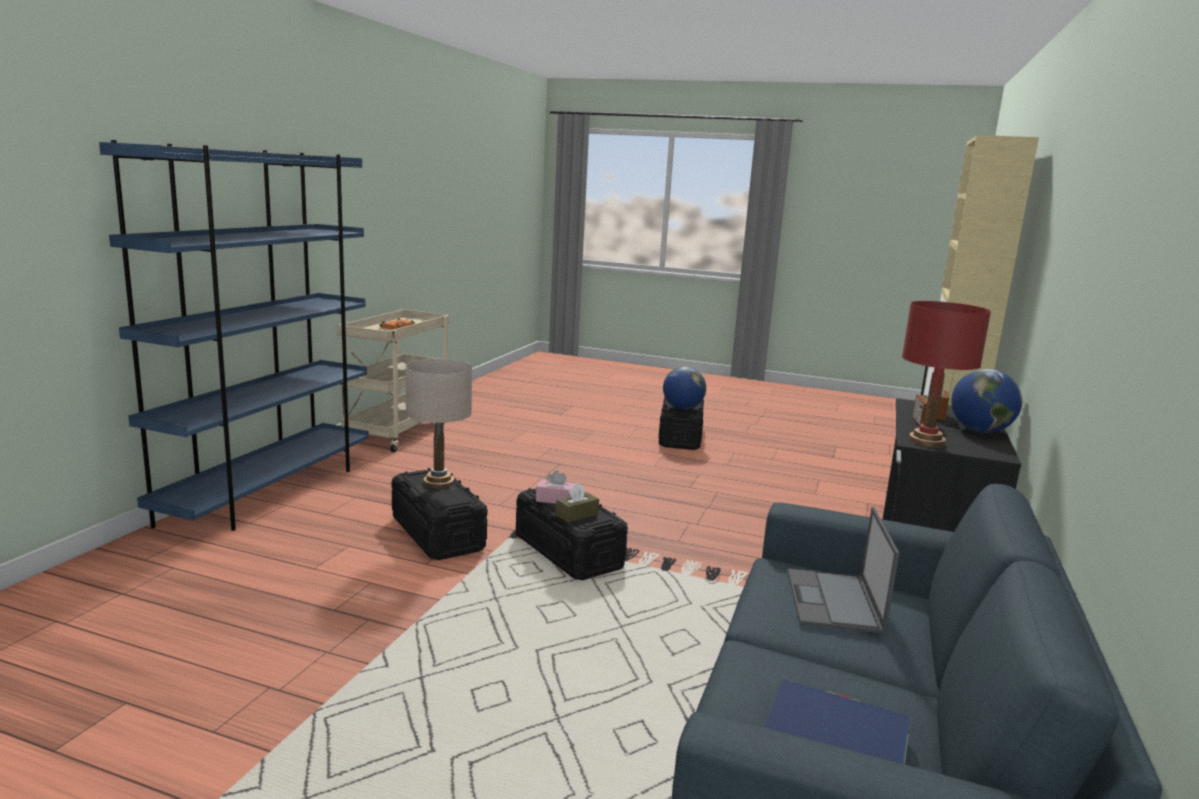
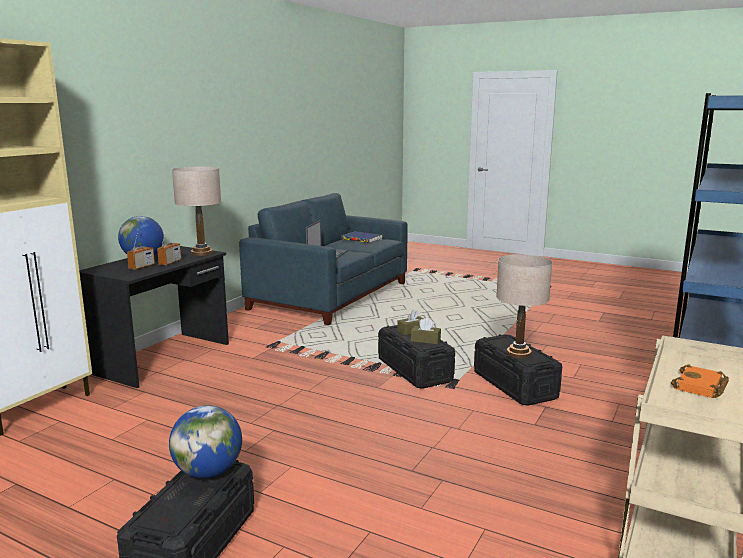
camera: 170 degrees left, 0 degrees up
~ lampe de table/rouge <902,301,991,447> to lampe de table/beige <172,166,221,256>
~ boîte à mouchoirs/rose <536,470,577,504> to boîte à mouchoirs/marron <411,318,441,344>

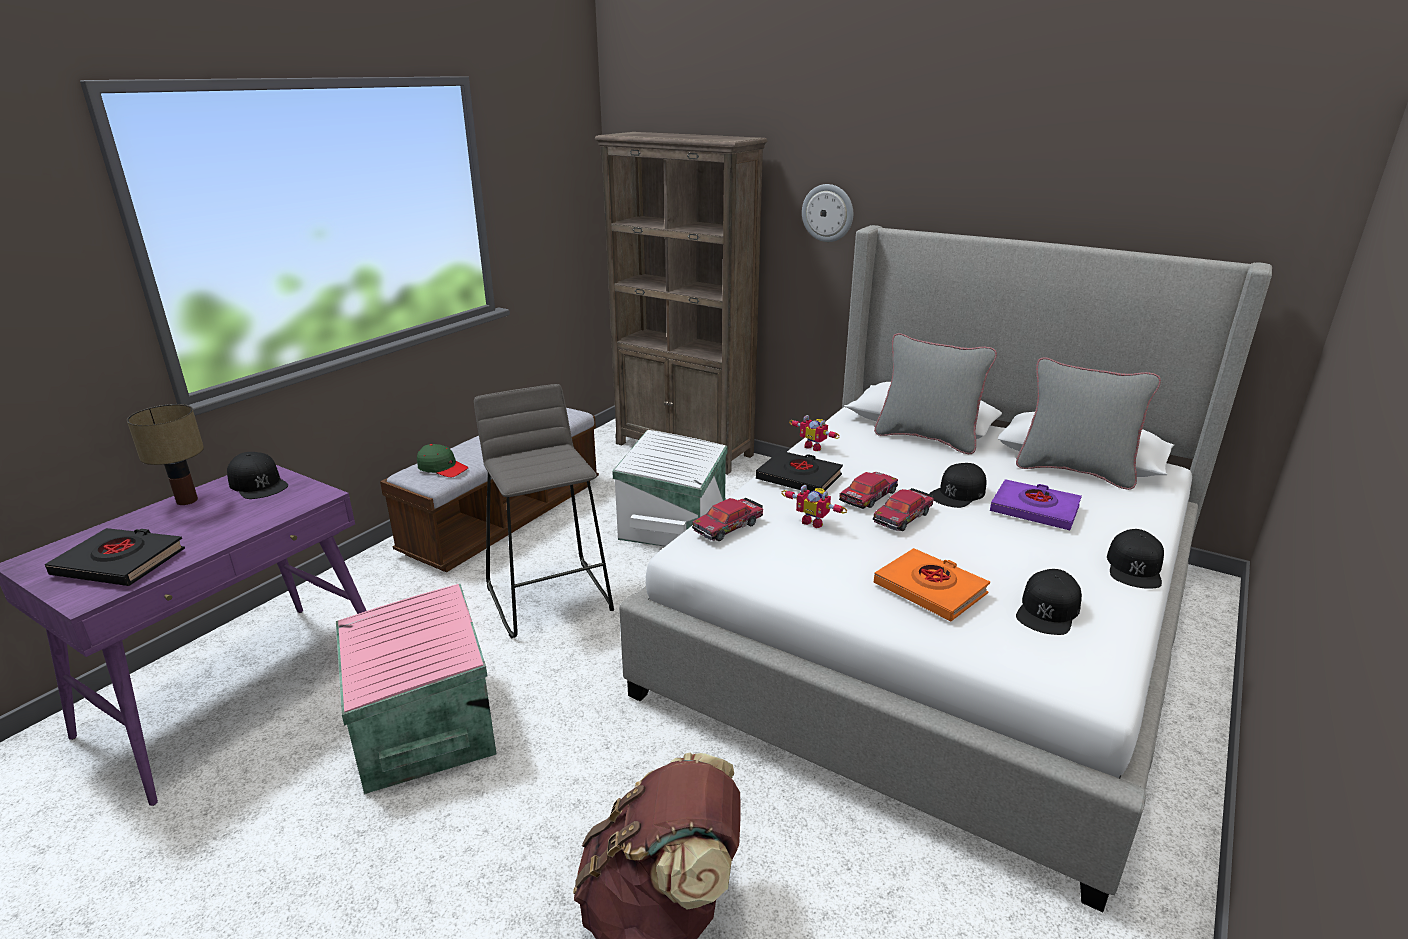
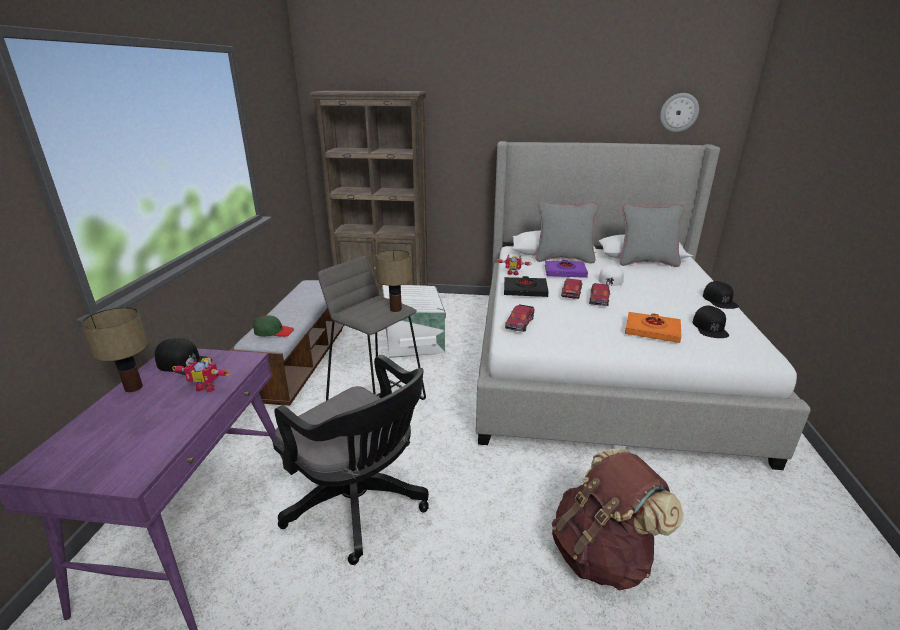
camera: 25 degrees left, 0 degrees up
~ robot jouet <781,485,847,528> to <172,358,231,392>
~ boîte de rangement/rose <336,584,497,794> to chaise de bureau/noir <273,355,429,565>
+ lampe de table <376,250,411,312>
~ livre/violet <990,479,1082,530> to <545,260,588,278>
~ casquette/noir <929,463,986,508> to casquette/blanc <598,265,624,290>
~ horloge murale <802,184,853,242> to <660,93,699,132>
- livre/noir <45,528,185,586>

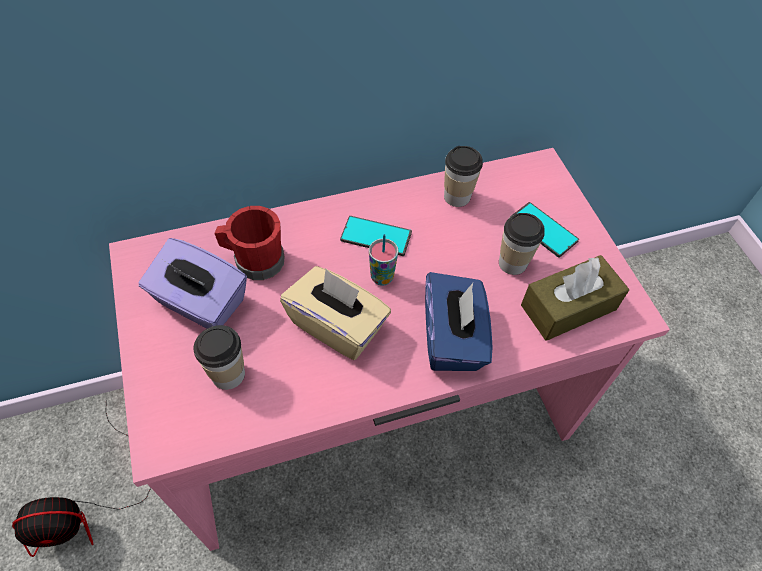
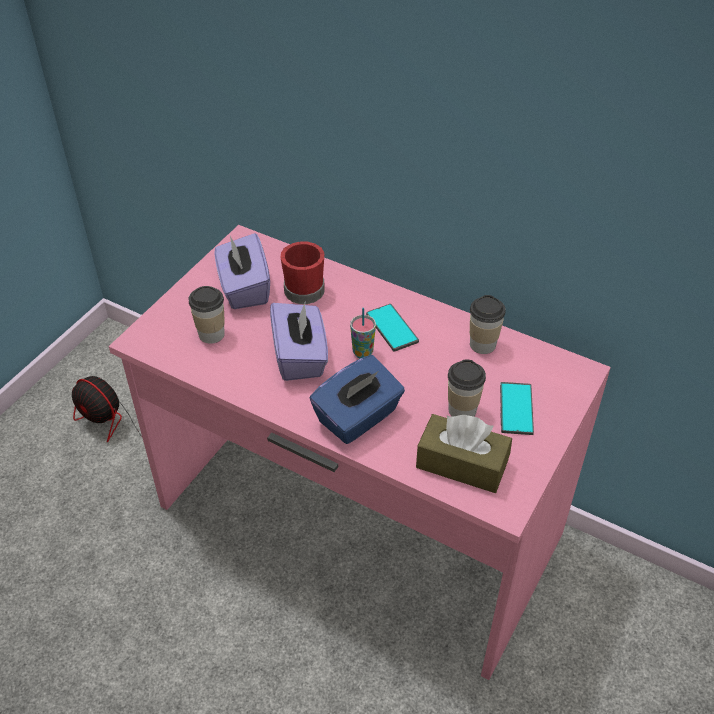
camera: 50 degrees right, 10 degrees down
~ boîte à mouchoirs/beige <280,266,391,360> to boîte à mouchoirs/violet <270,301,328,381>

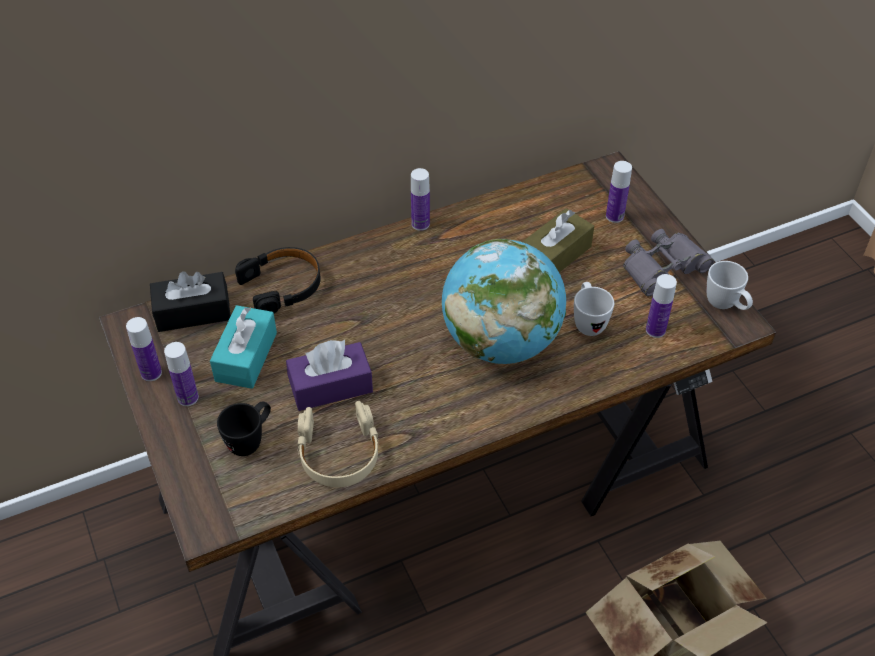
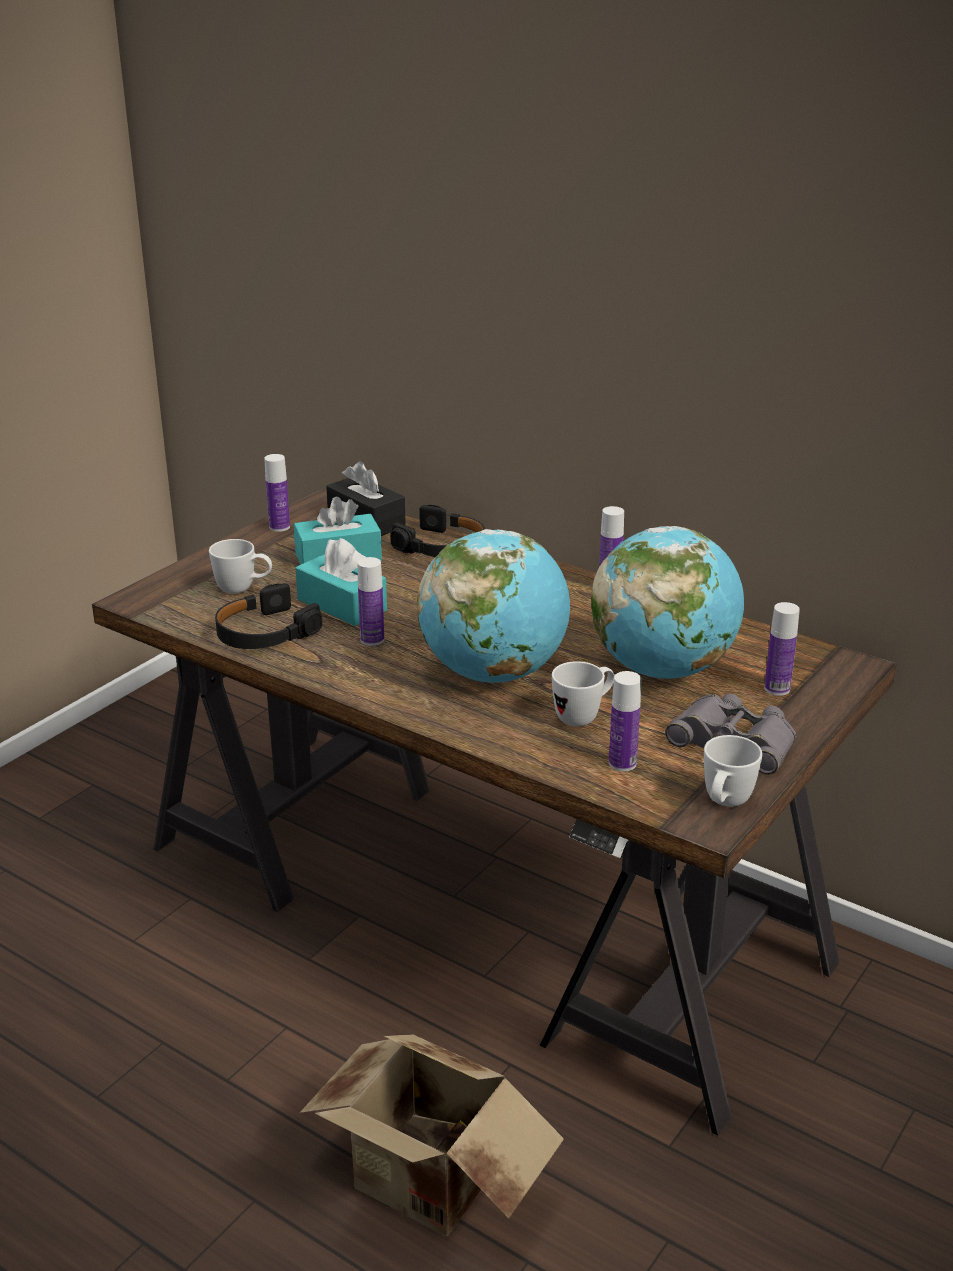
camera: 60 degrees right, 20 degrees down
~ mug/noir <217,401,271,456> to mug/blanc <209,539,272,594>
~ casque audio/beige <298,401,379,487> to casque audio/noir <215,583,322,649>
~ boîte à mouchoirs/violet <286,340,373,411> to boîte à mouchoirs/turquoise <296,538,387,626>
~ bouteille <164,342,199,406> to <357,557,384,646>
~ boîte à mouchoirs/marron <523,208,594,273> to globe <591,526,744,679>

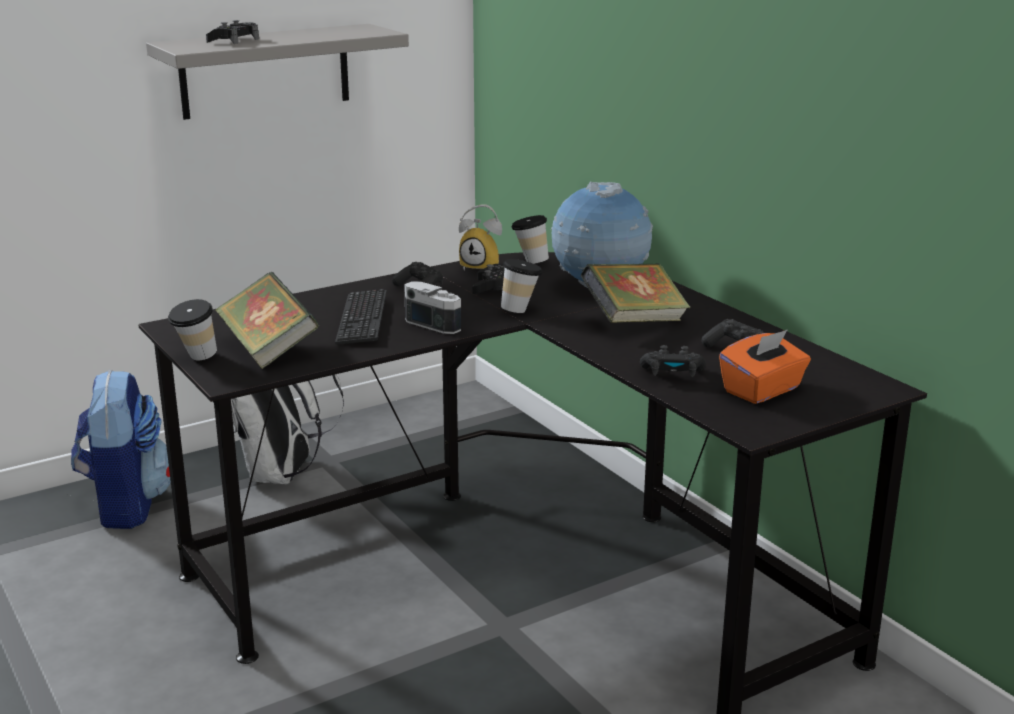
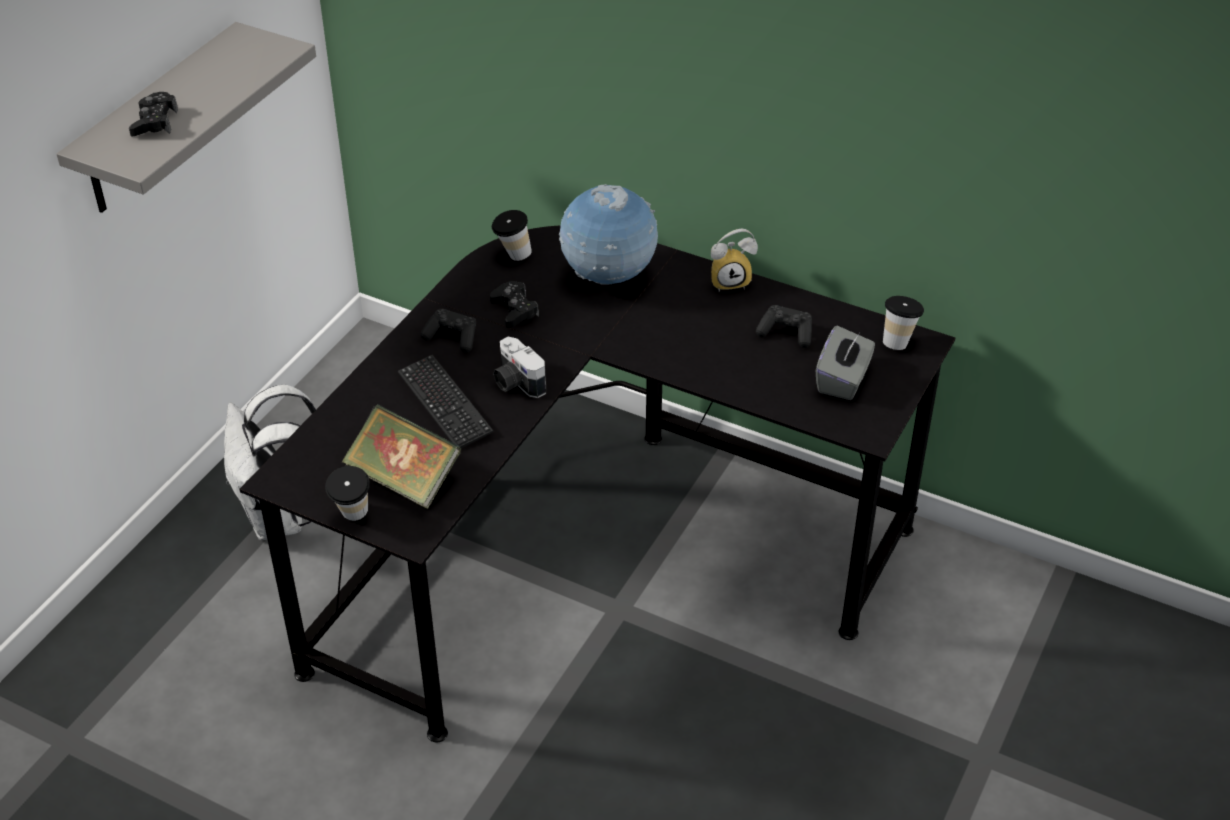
camera: 30 degrees left, 20 degrees up
~ appareil photo <404,281,461,334> = <493,336,546,398> 135 degrees counterclockwise
~ réveil <459,204,502,271> to <711,229,758,292>
~ boîte à mouchoirs/orange <719,329,811,404> to boîte à mouchoirs/gris <816,326,875,400>
~ tasse <501,259,543,313> to <883,296,924,350>
- sac à dos <71,370,171,529>
- livre <581,263,690,323>
- manette/noir <640,345,706,377>

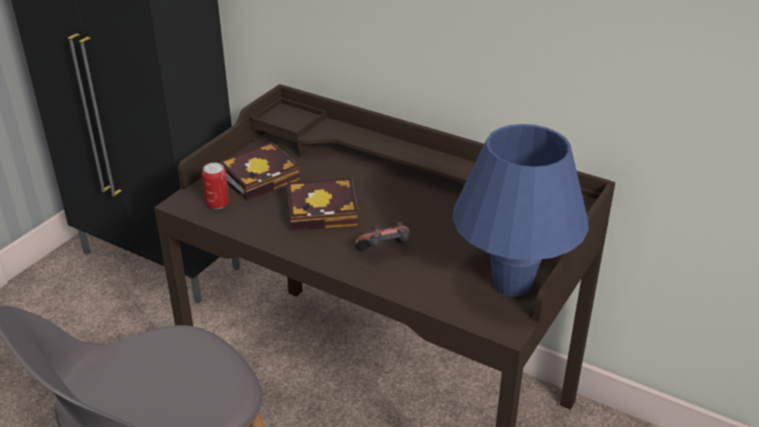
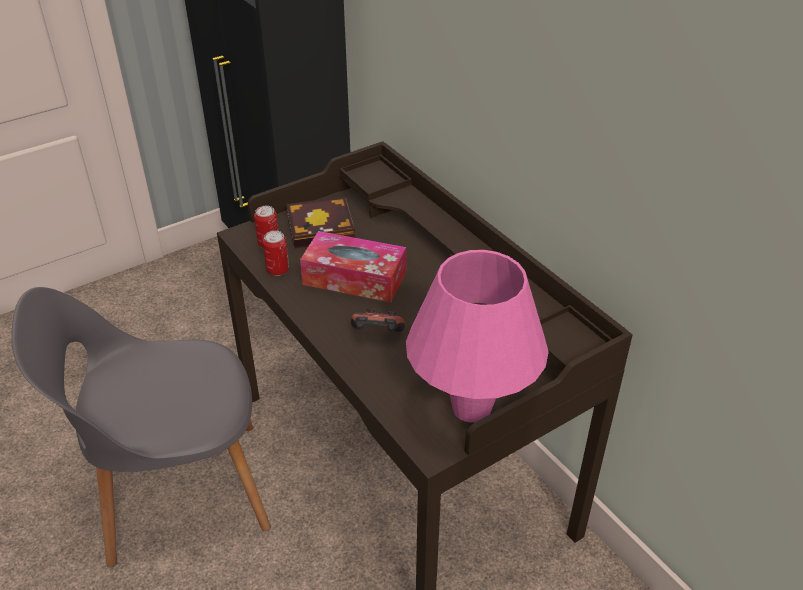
camera: 25 degrees right, 5 degrees up
+ boîte métallique <263,231,289,276>
~ livre <287,178,358,231> to boîte à mouchoirs <300,231,406,303>
~ lampe de table/bleu <452,124,589,297> to lampe de table/rose <406,250,549,423>

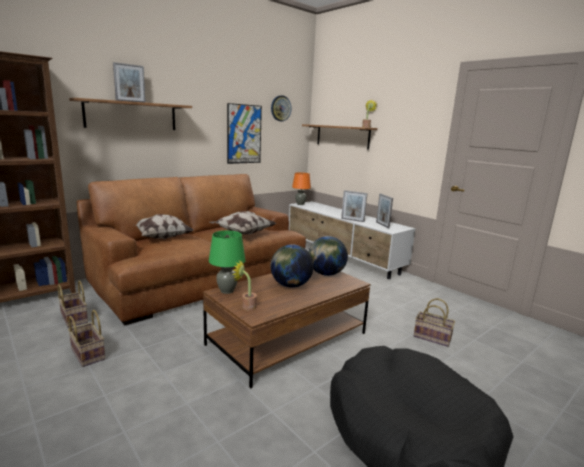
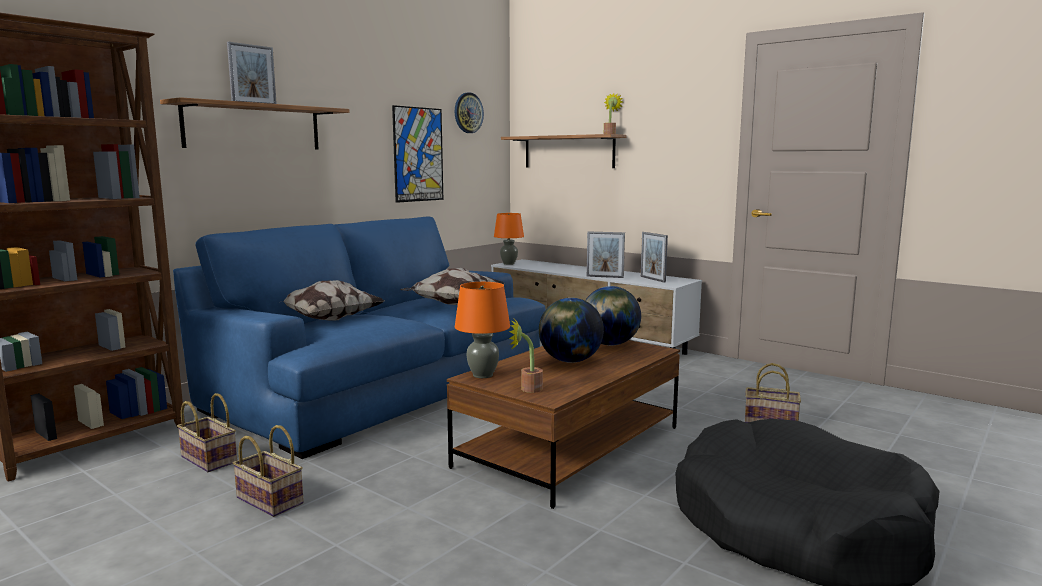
camera: 10 degrees left, 5 degrees down
~ canapé/marron <77,174,306,326> to canapé/bleu <173,217,546,459>
~ lampe de table/vert <209,230,245,294> to lampe de table/orange <455,282,510,378>

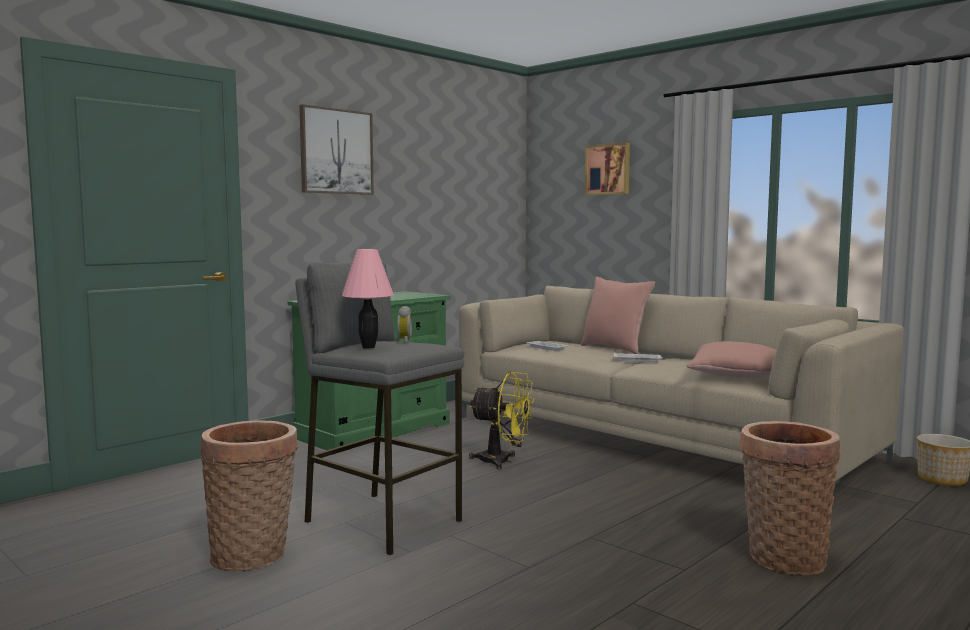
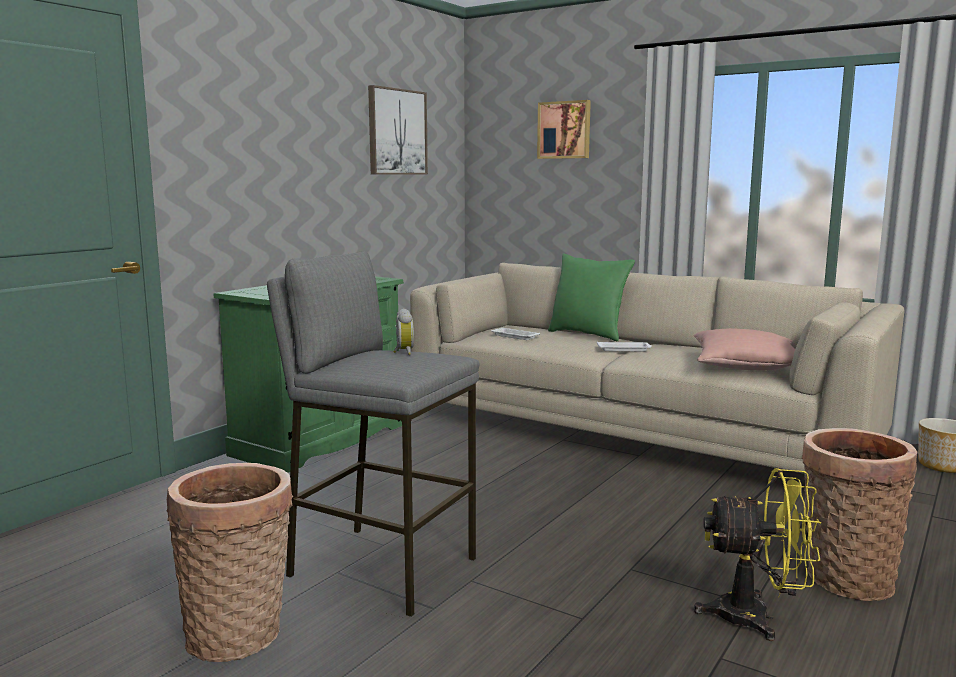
camera: 10 degrees left, 5 degrees up
~ tableau <299,104,374,195> to <368,85,428,175>
~ coussin/rose <581,277,655,354> to coussin/vert <548,253,635,341>
~ ventilateur/jaune <469,372,534,469> to <694,468,821,641>
- lampe de table/rose <342,249,394,349>

